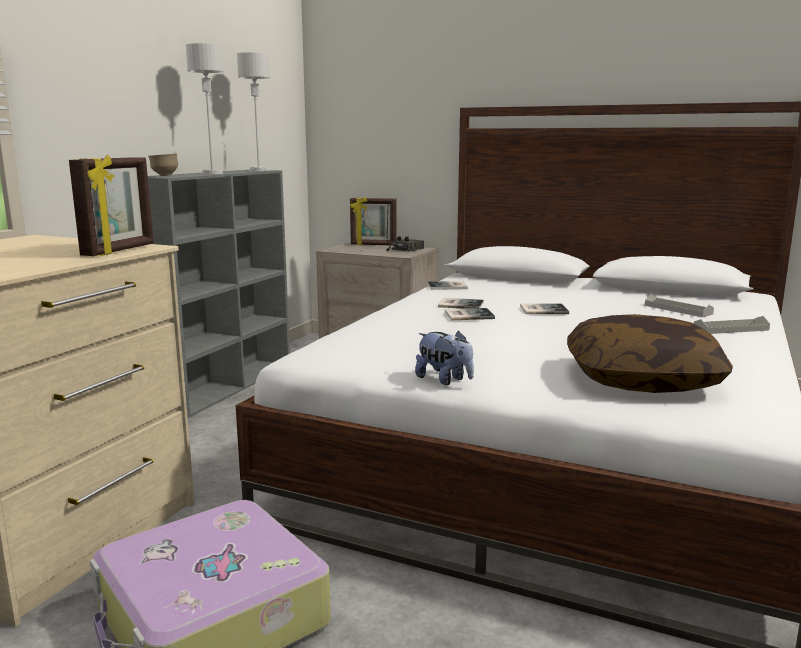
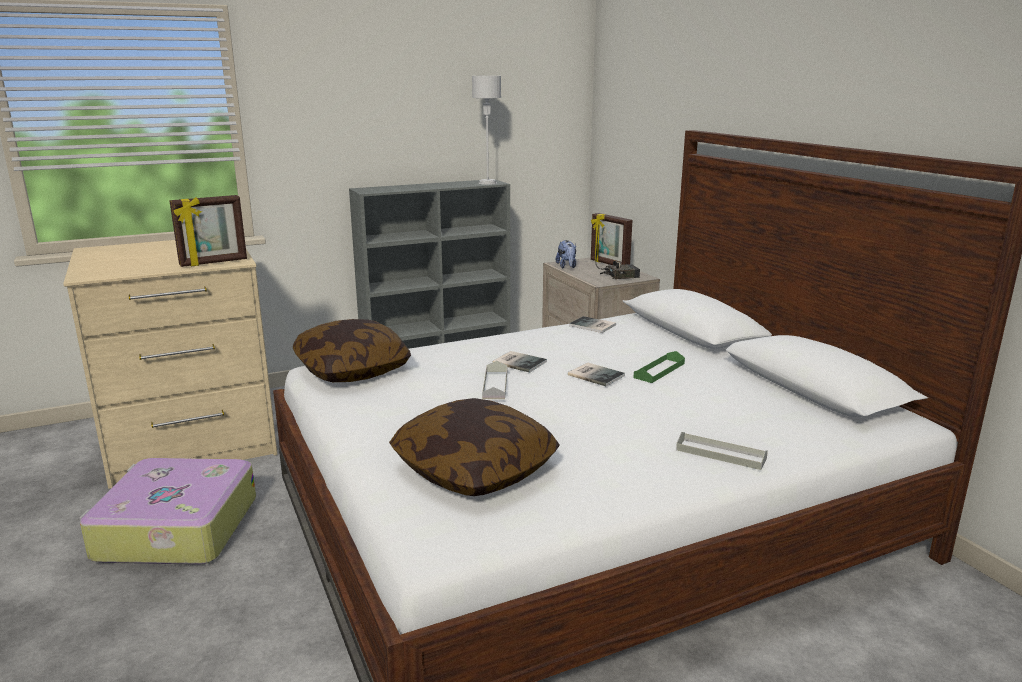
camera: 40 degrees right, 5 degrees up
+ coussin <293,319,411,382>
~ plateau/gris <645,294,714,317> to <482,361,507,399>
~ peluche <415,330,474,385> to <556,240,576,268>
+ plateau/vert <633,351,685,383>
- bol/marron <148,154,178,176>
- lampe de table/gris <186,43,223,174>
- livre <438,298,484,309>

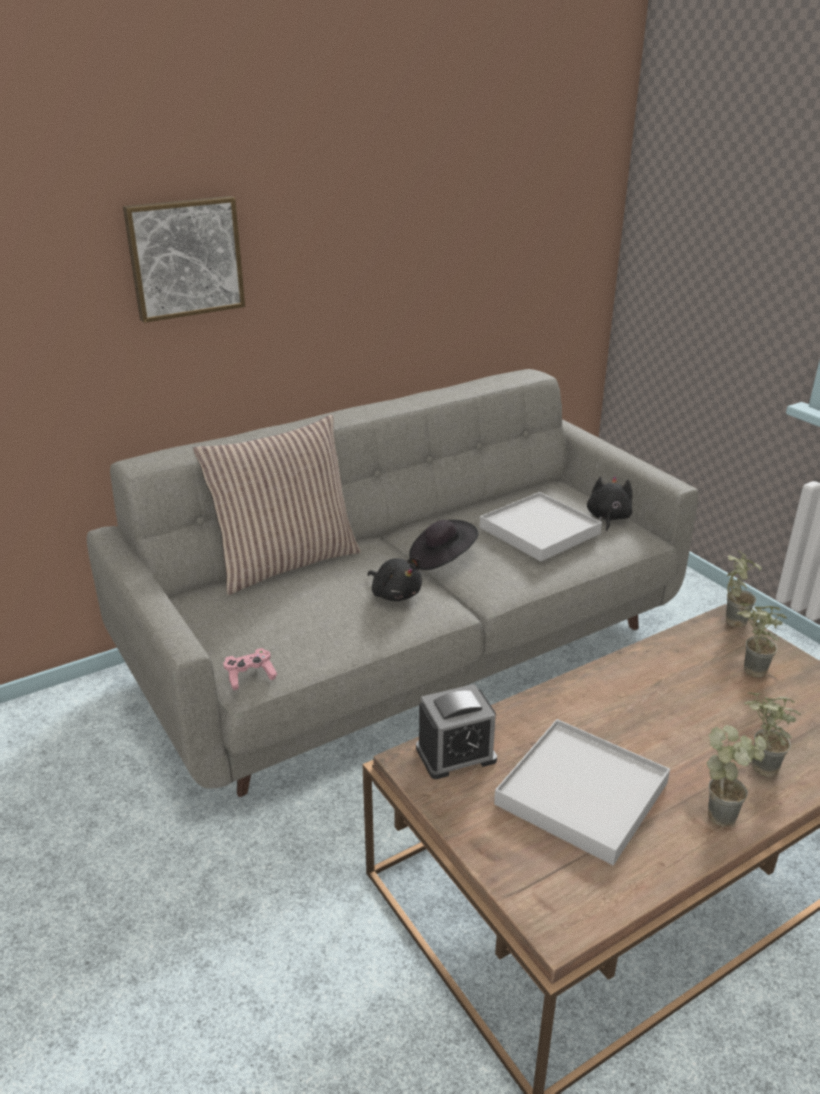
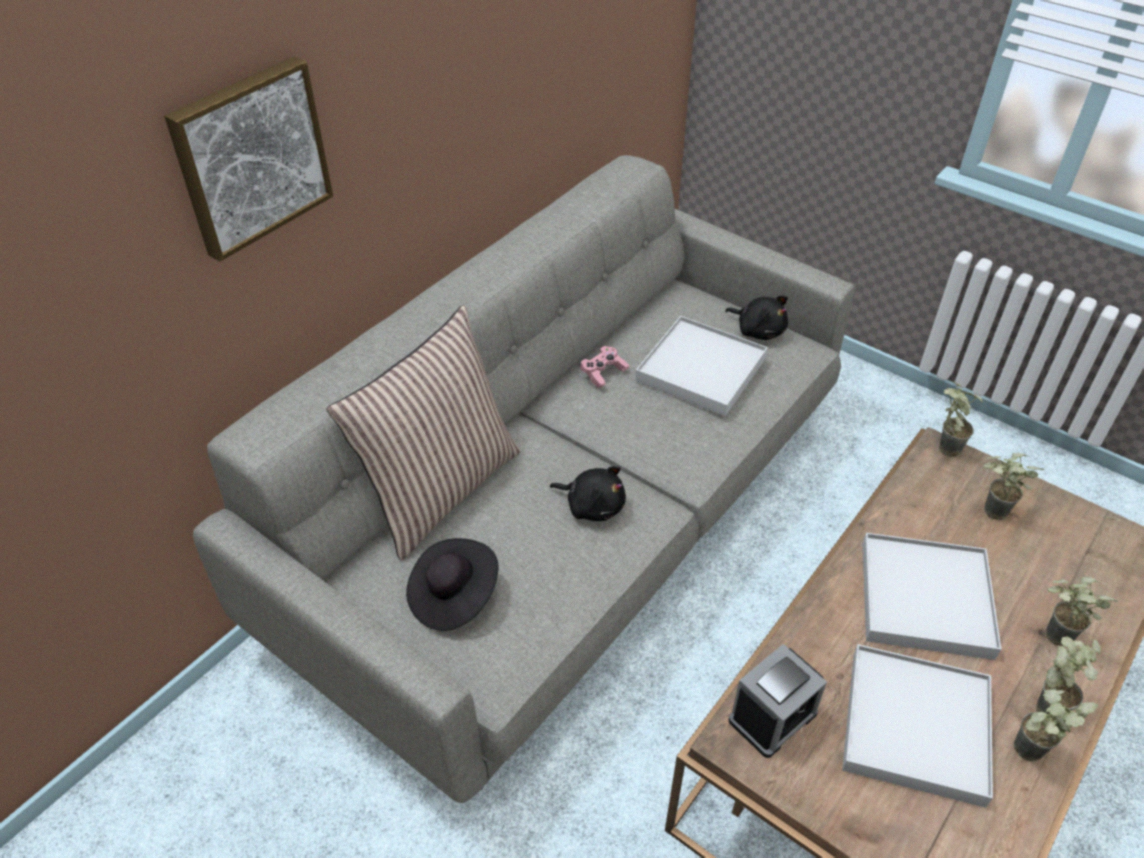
camera: 20 degrees left, 15 degrees up
~ chapeau/noir <409,520,478,570> to <406,538,498,631>
~ manette/rose <223,648,277,690> to <580,346,629,388>
~ peluche/noir <587,476,633,532> = <725,296,788,340> 135 degrees clockwise
+ plateau/blanc <862,533,1001,660>
+ plante en pot <1014,689,1098,762>

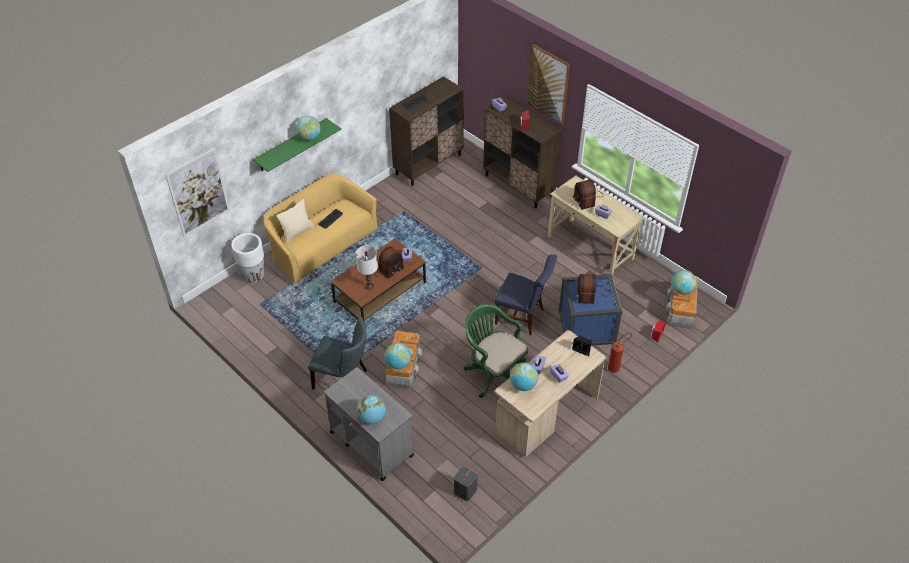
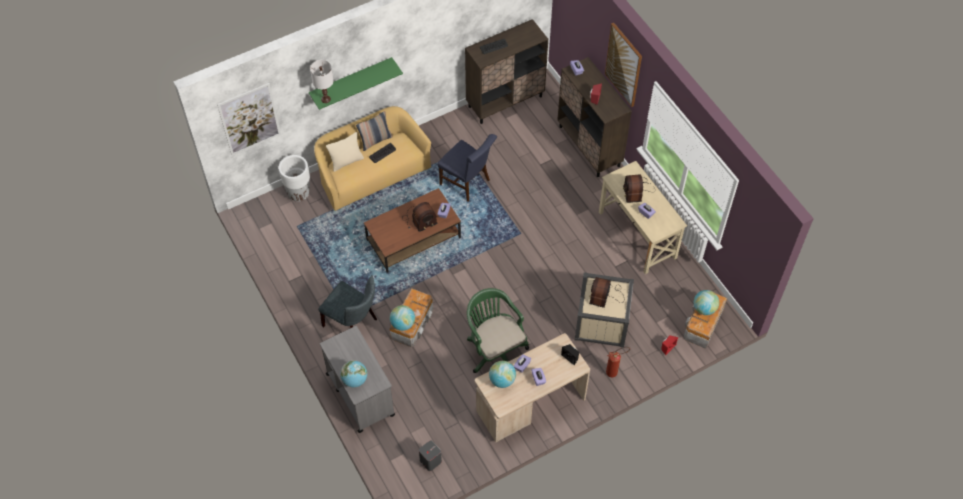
camera: 15 degrees right, 10 degrees up
~ lampe de table/blanc <355,246,378,290> to <310,60,334,103>
+ coussin <356,111,393,151>
~ chaise/bleu <494,254,557,335> to <437,134,497,202>
~ boîte de rangement/bleu <558,274,623,346> to boîte de rangement/beige <574,272,634,347>
- globe <296,116,321,141>

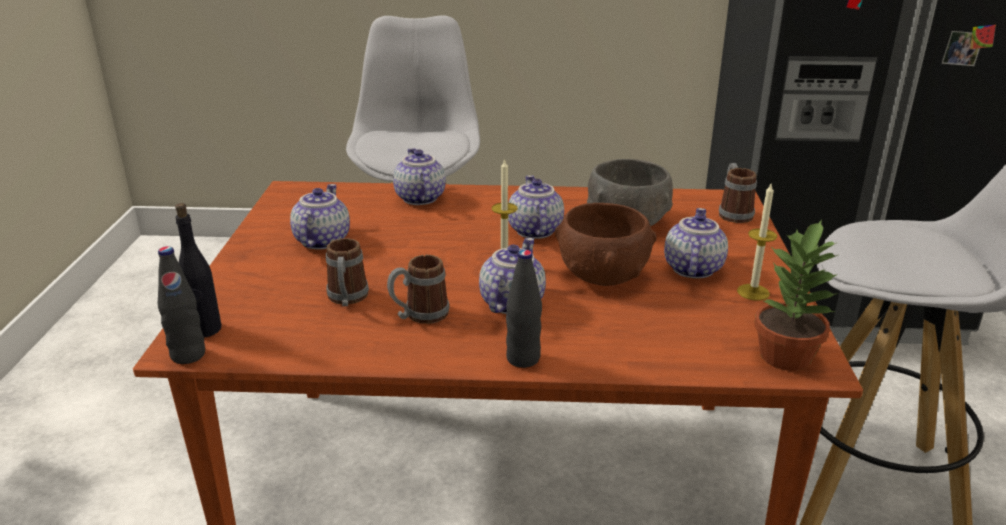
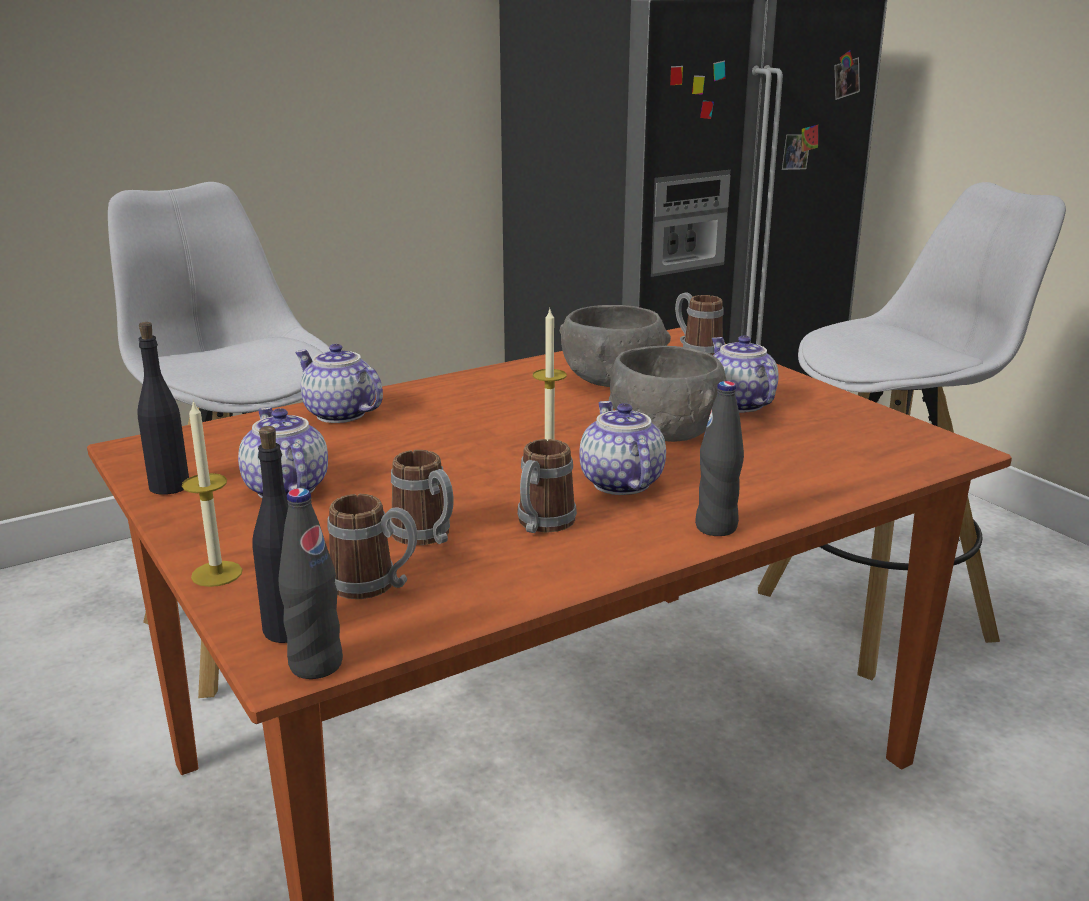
camera: 35 degrees left, 5 degrees down
+ bouteille/noir <137,322,189,495>
~ bougie <737,182,777,301> to <182,400,242,587>
+ mug <328,494,417,599>
~ bol/marron <555,203,657,286> to bol/gris <609,346,726,442>
- théière <508,175,564,239>
- plante en pot <754,219,838,371>

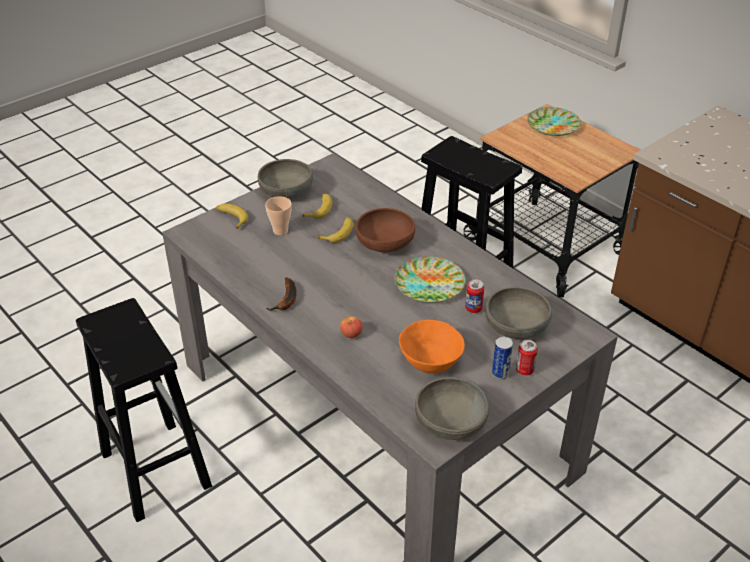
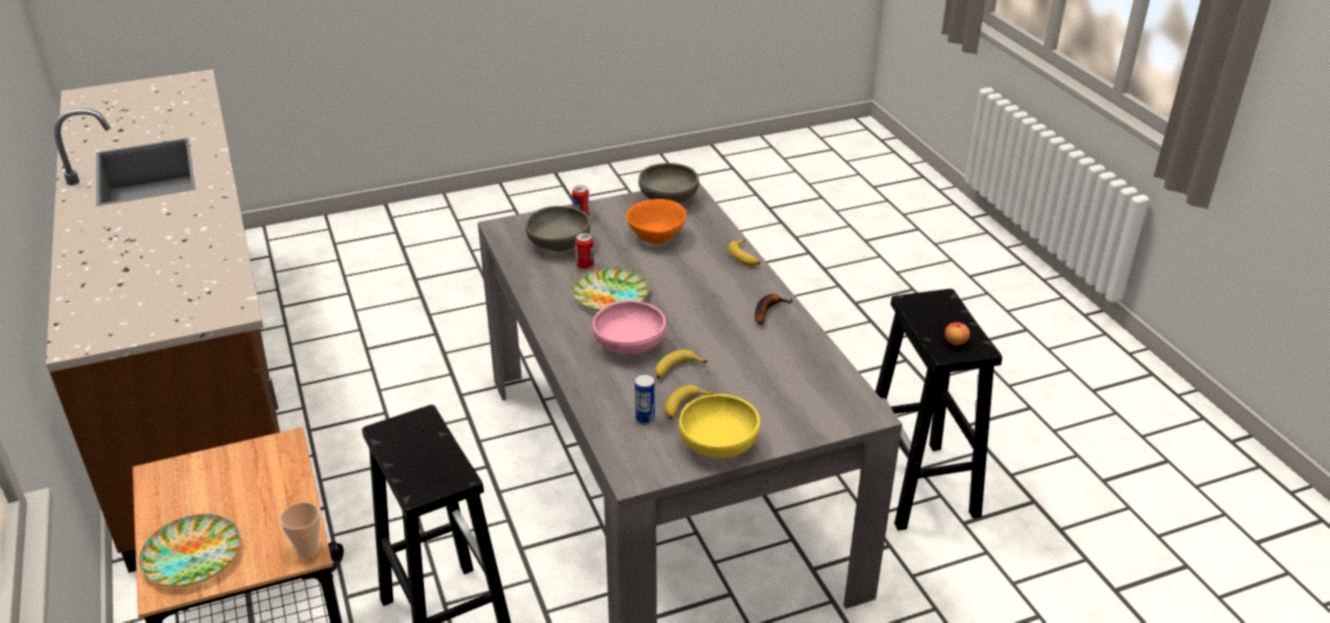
camera: 160 degrees left, 5 degrees down
~ tasse <265,196,292,235> to <280,502,320,558>
~ bol/marron <356,208,415,252> to bol/rose <592,300,666,355>
~ boîte métallique <492,336,513,380> to <635,374,655,425>
~ bol/gris <258,159,313,198> to bol/jaune <679,394,760,458>
~ banane <216,203,248,229> to <728,238,761,266>
~ pomme <340,316,363,338> to <945,322,970,346>

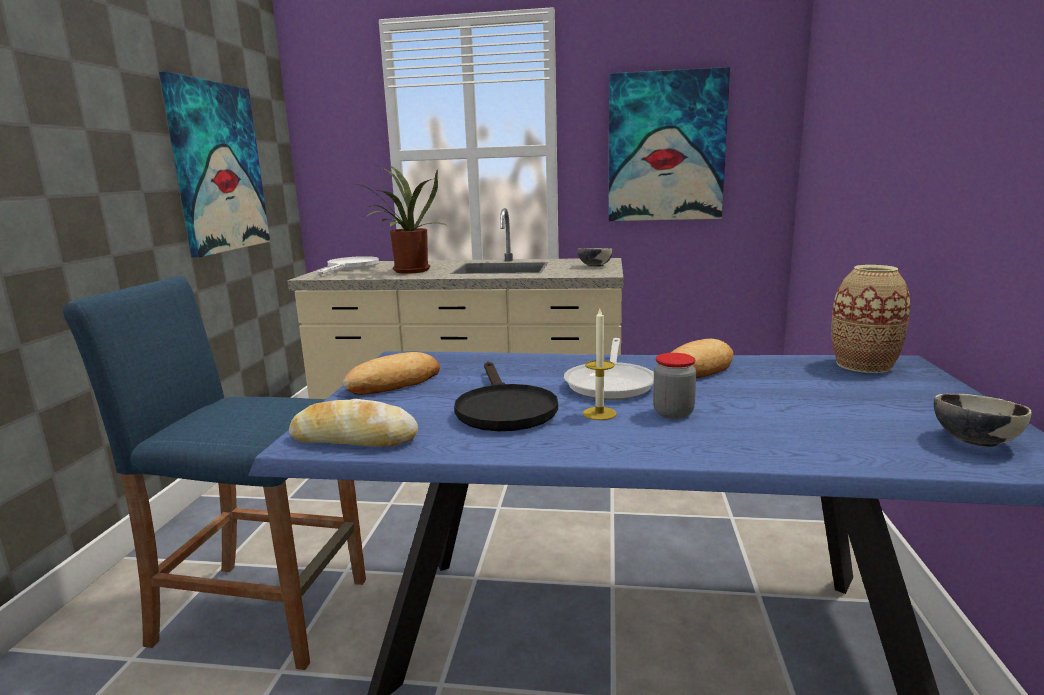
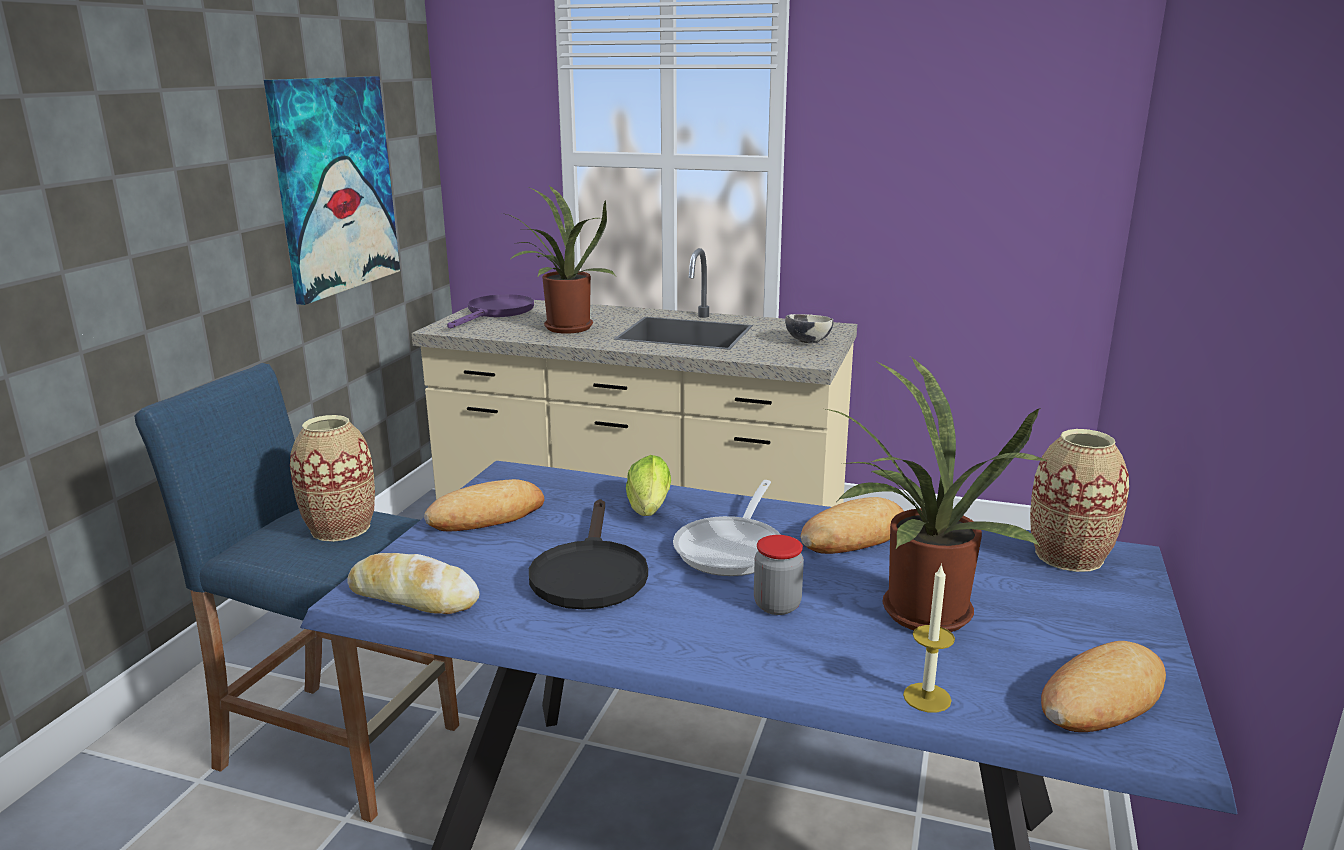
camera: 10 degrees right, 5 degrees up
+ vase <290,415,375,542>
~ poêle/blanc <316,256,379,275> to poêle/violet <447,294,534,328>
+ laitue <626,455,671,516>
+ plante en pot <826,356,1048,632>
~ bougie <583,309,617,420> to <903,563,955,713>
~ bol <934,393,1032,447> to pain <1041,641,1166,732>
- tableau <608,67,730,221>

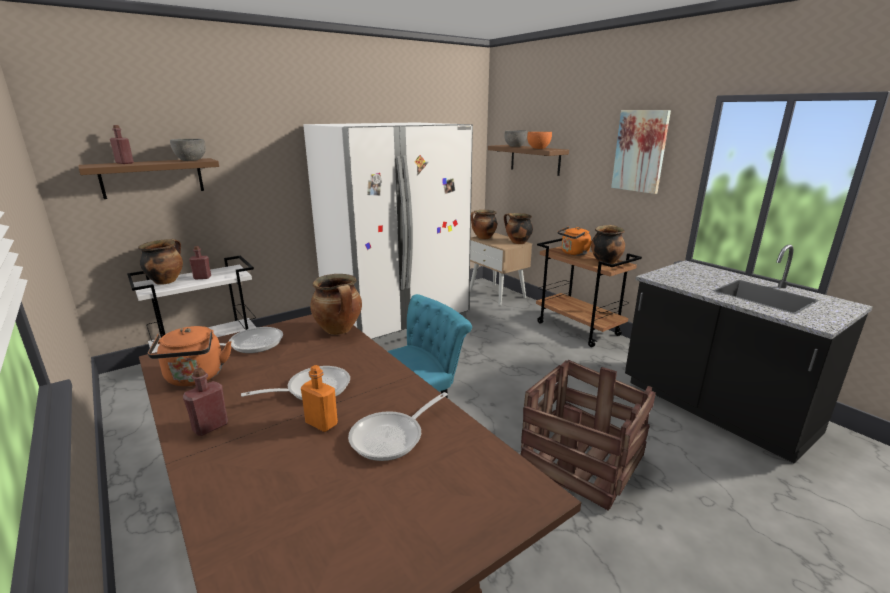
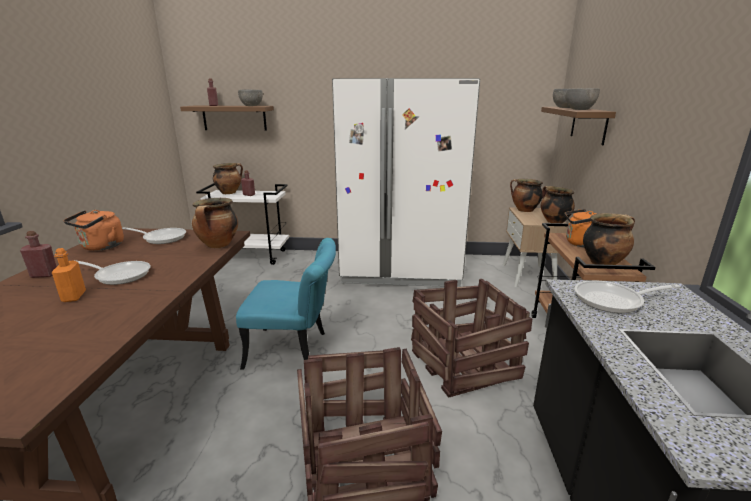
camera: 40 degrees right, 0 degrees up
+ caisse <411,279,532,398>
~ bol/orange <527,132,552,149> to bol/gris <565,88,600,110>
~ poêle <348,392,448,461> to <575,280,680,313>
- tableau <611,110,671,194>

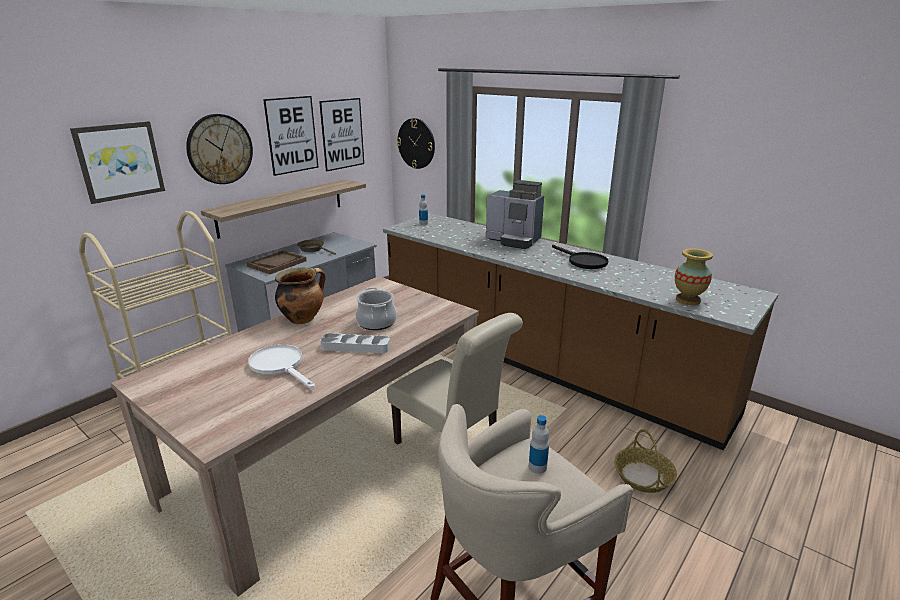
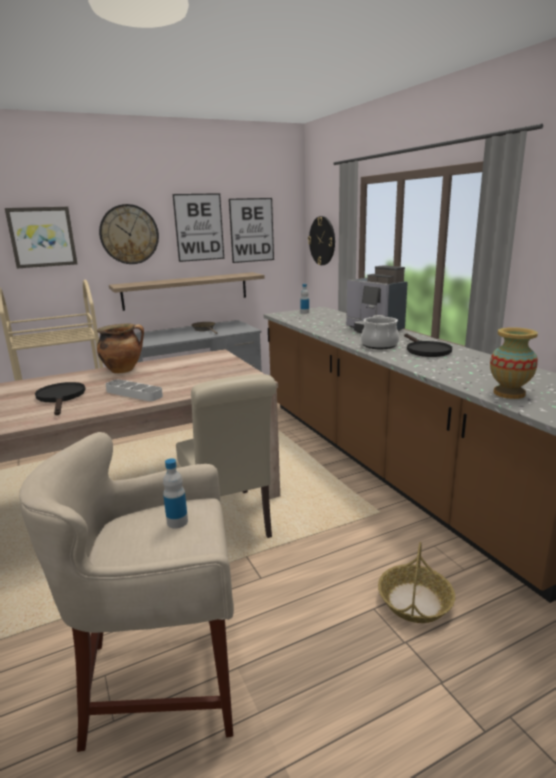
camera: 25 degrees right, 5 degrees down
~ poêle/blanc <248,344,315,389> to poêle/noir <35,382,86,415>
~ marmite <355,287,397,330> to <361,315,399,349>
- plateau/marron <246,250,307,274>

